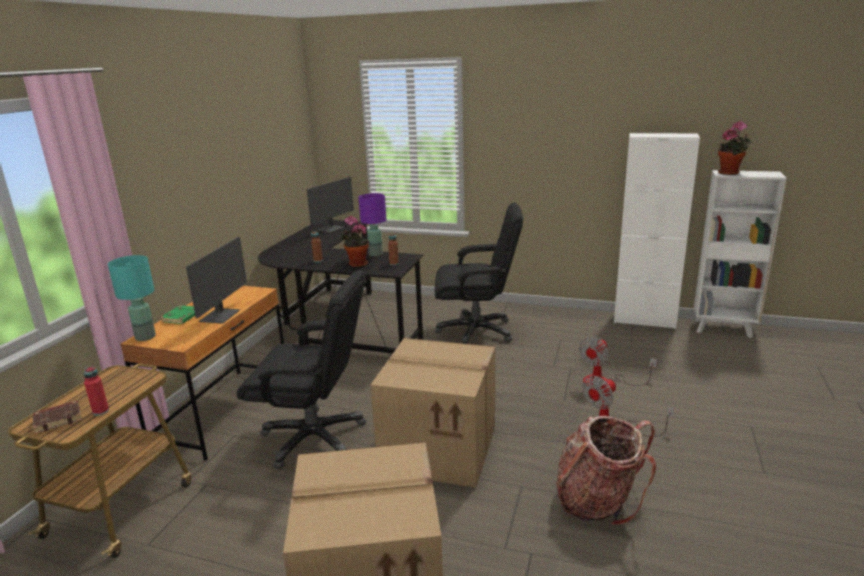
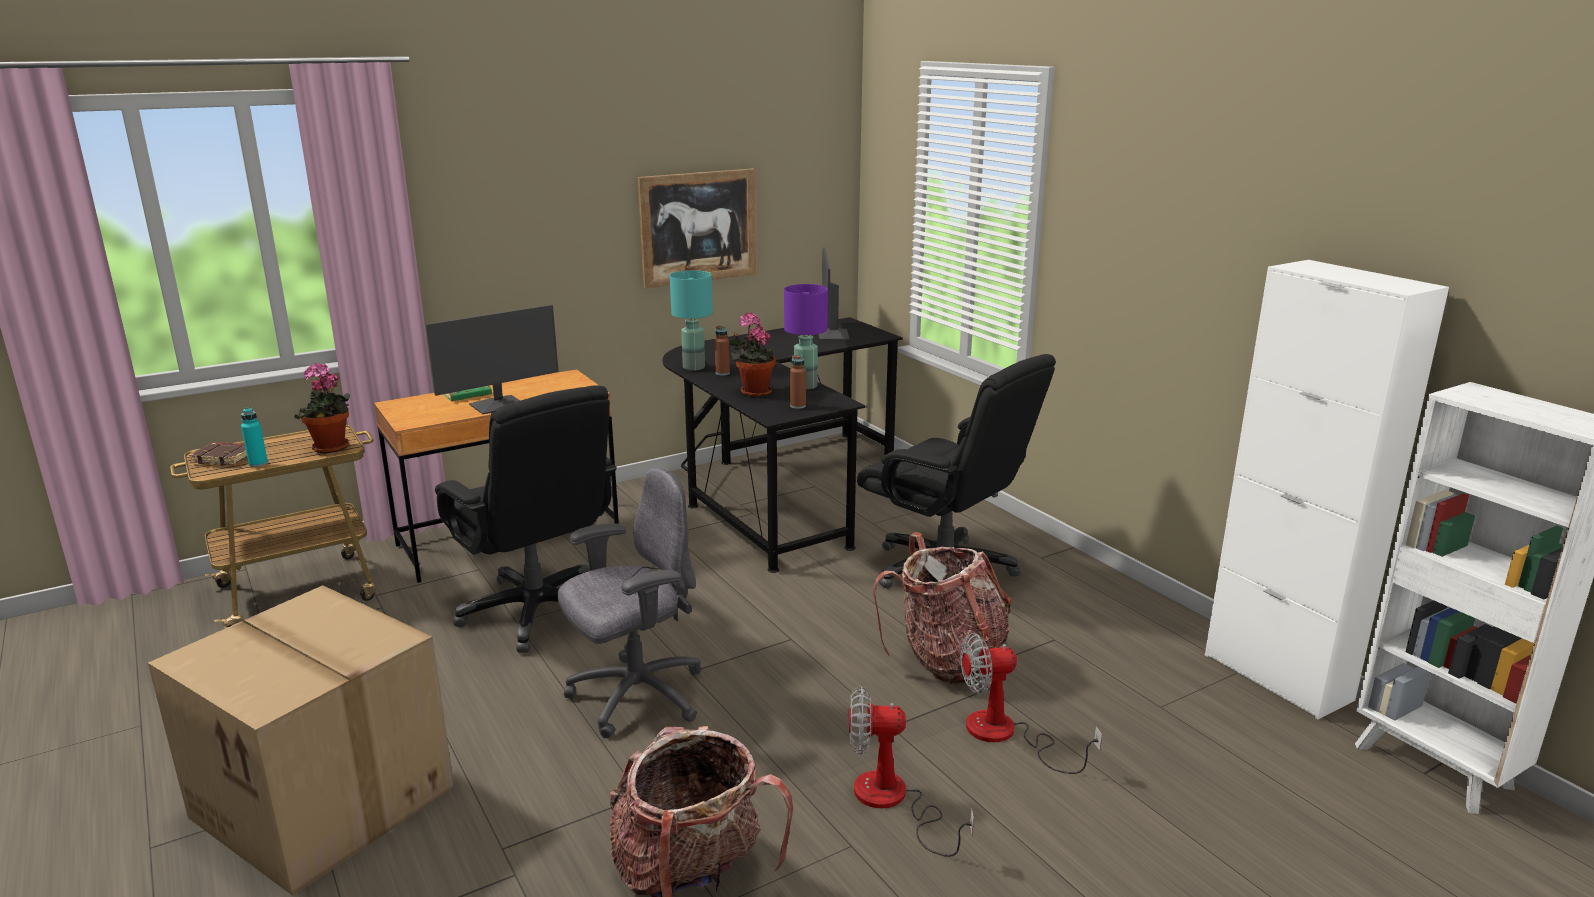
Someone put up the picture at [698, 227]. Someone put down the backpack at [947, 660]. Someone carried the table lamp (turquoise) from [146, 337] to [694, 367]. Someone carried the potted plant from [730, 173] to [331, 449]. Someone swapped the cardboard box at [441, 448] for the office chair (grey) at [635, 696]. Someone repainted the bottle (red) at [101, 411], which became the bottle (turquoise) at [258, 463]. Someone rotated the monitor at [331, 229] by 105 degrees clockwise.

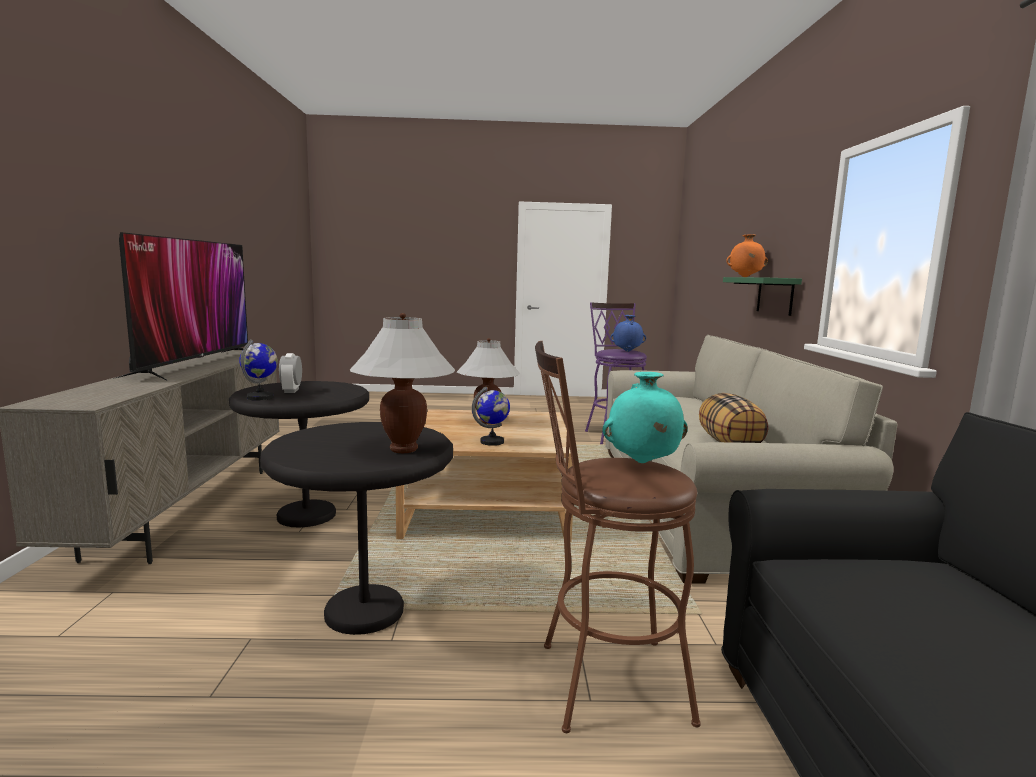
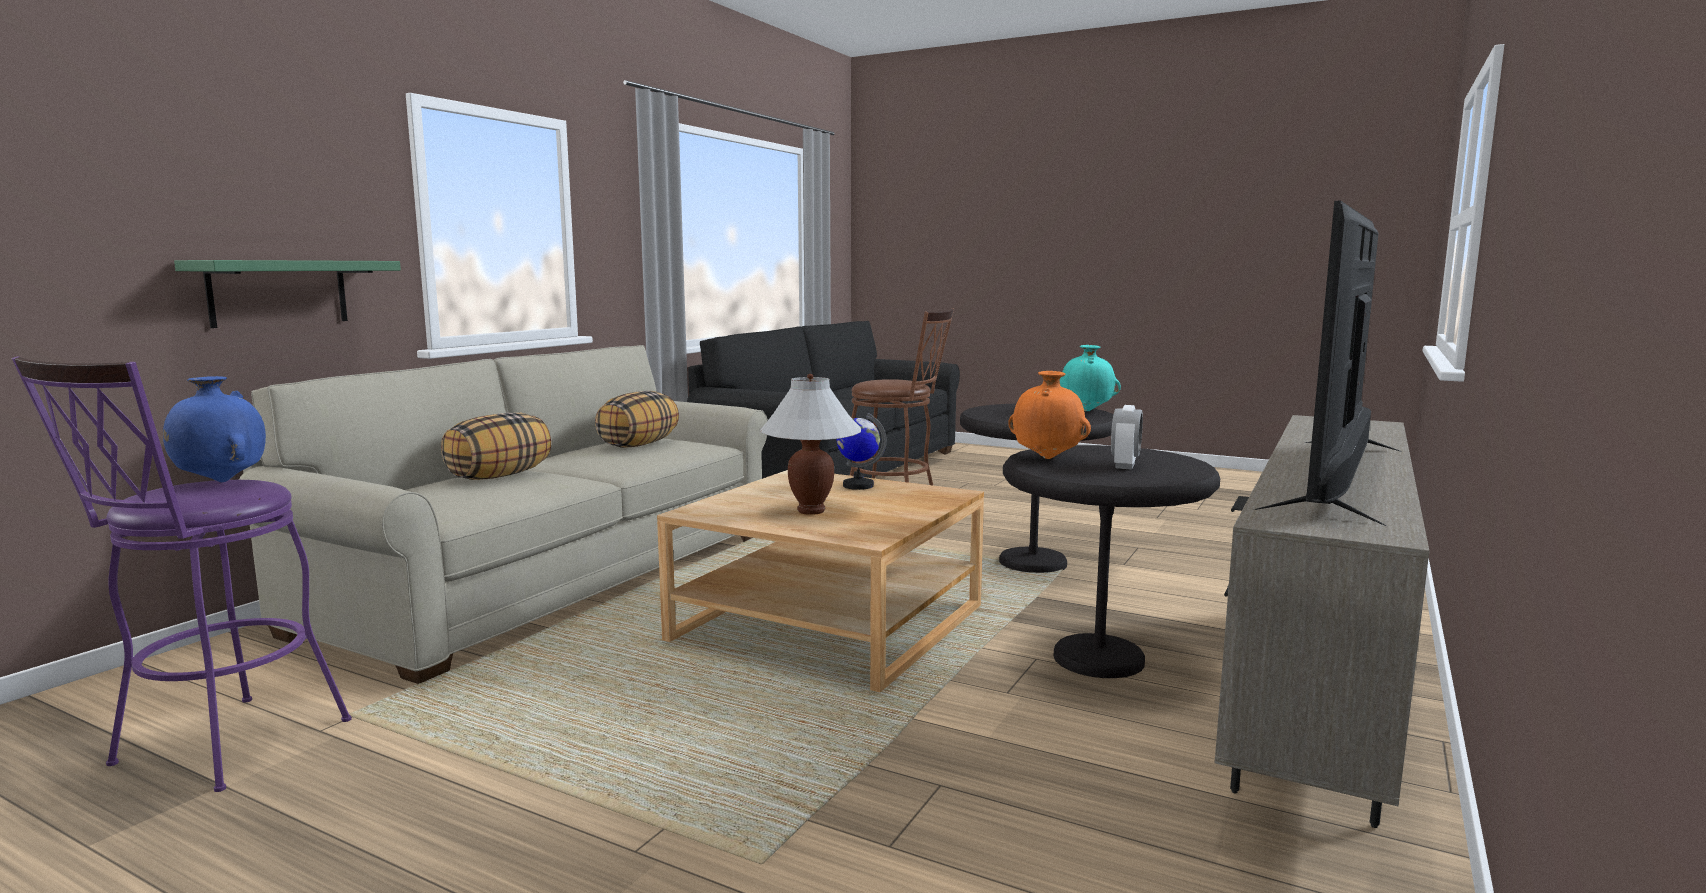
Someone took away the globe at [260, 397]. Someone took away the table lamp (white) at [403, 449]. Someone put down the pillow at [499, 476]. Someone carried the vase (turquoise) from [642, 463] to [1086, 411]. Someone carried the vase (orange) from [745, 277] to [1048, 458].

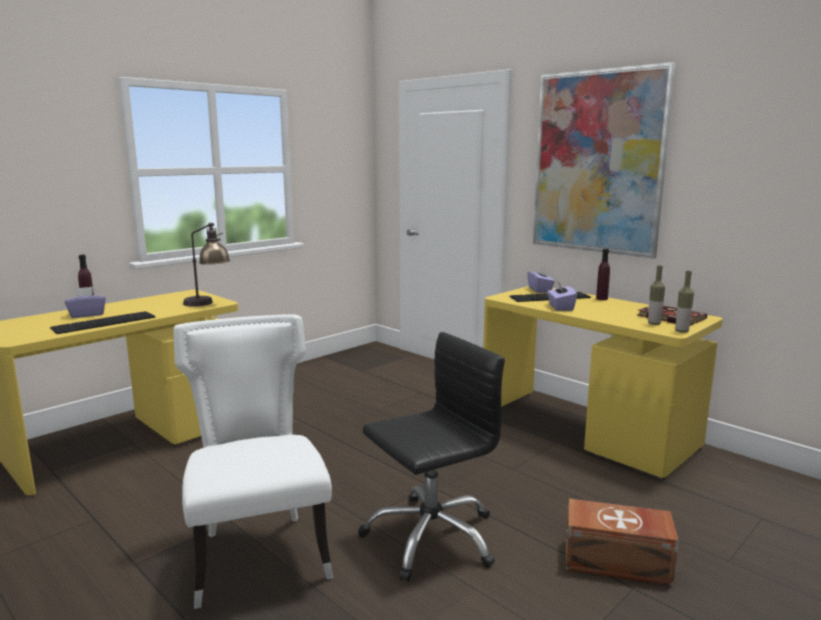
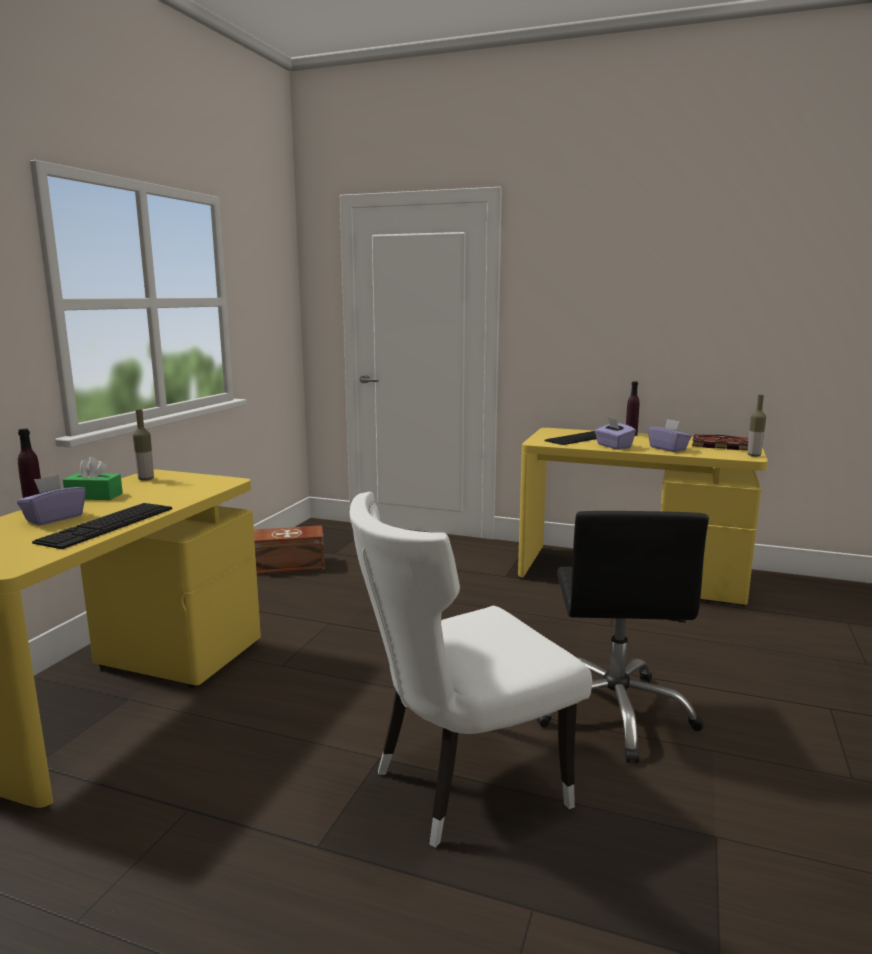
Someone took away the table lamp at [208, 303]. Someone took away the picture at [597, 162]. Someone put down the tissue box (green) at [94, 496]. Someone carried the tissue box (purple) from [540, 290] to [668, 448]. Someone carried the storage box (brown) from [618, 563] to [290, 565]. Someone carried the bottle from [654, 323] to [146, 479]. Someone rotated the chair (white) at [259, 554] by 75 degrees counterclockwise. Someone rotated the office chair (black) at [430, 537] by 150 degrees clockwise.

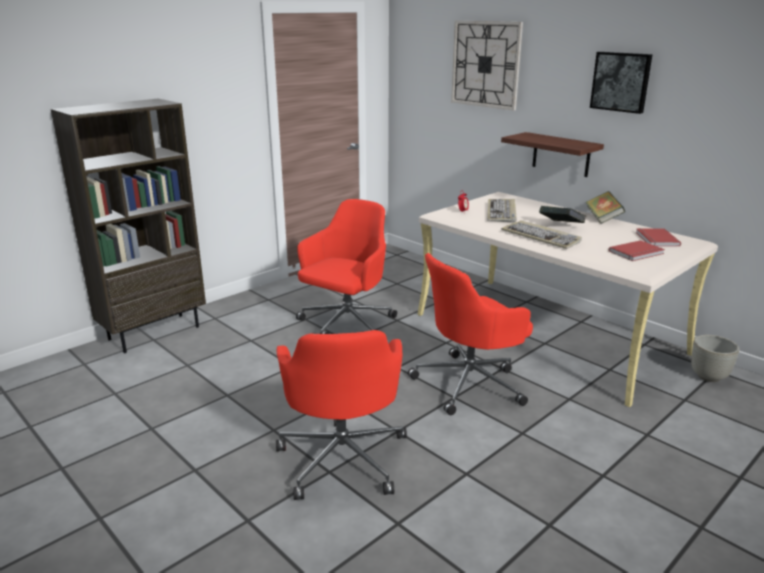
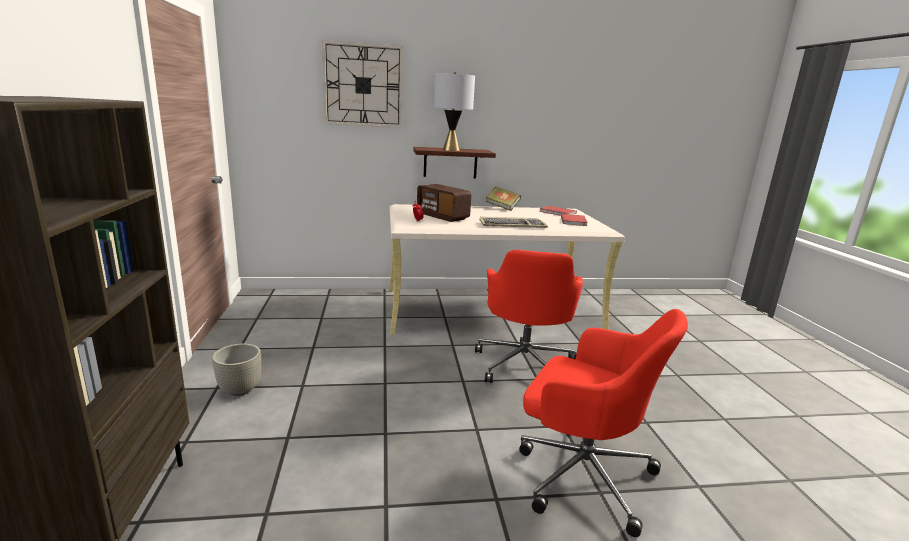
Someone took away the office chair (red) at [346, 323]. Someone took away the book at [561, 226]. Someone took away the picture at [621, 82]. Someone put down the table lamp (grey) at [451, 150]. Someone carried the planter (grey) from [709, 377] to [240, 390]. Someone swapped the keyboard at [502, 212] for the radio at [442, 216].

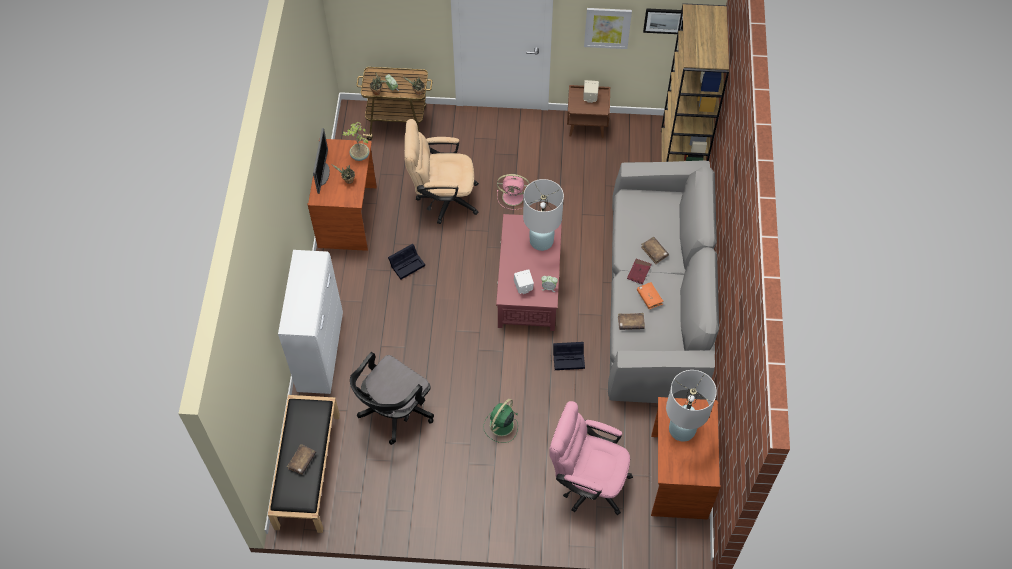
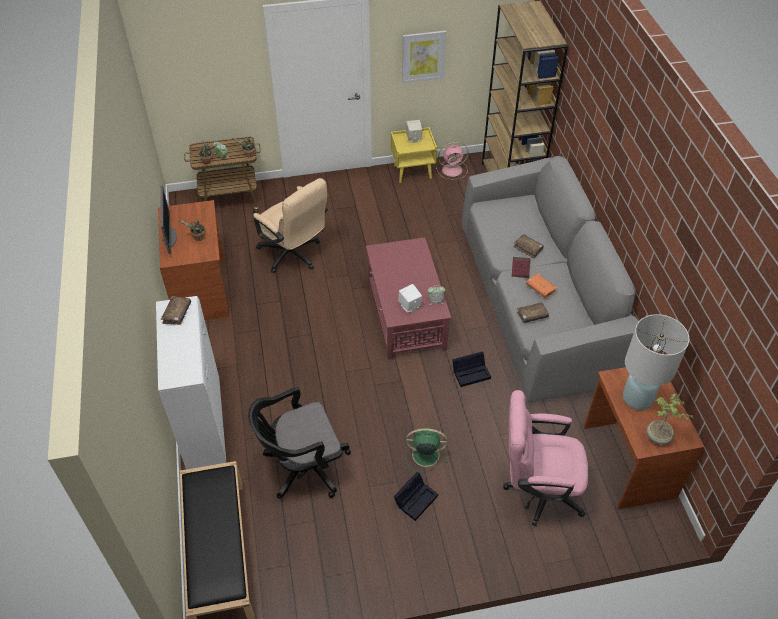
Someone took away the table lamp (white) at [541, 241]. Someone took away the picture at [664, 20]. Someone carried the book (brown) from [302, 461] to [177, 313]. Someone carried the potted plant from [359, 156] to [658, 437]. Someone carried the storage box (black) from [407, 264] to [416, 499]. Someone carried the fan (pink) from [514, 196] to [453, 170]. Someone repainted the nightstand (brown) at [587, 125], which became the nightstand (yellow) at [413, 171]. Someone rotated the office chair (black) at [393, 412] by 45 degrees clockwise. Someone rotated the office chair (beige) at [442, 198] by 120 degrees counterclockwise. Someone rotated the fan (green) at [501, 426] by 75 degrees clockwise.

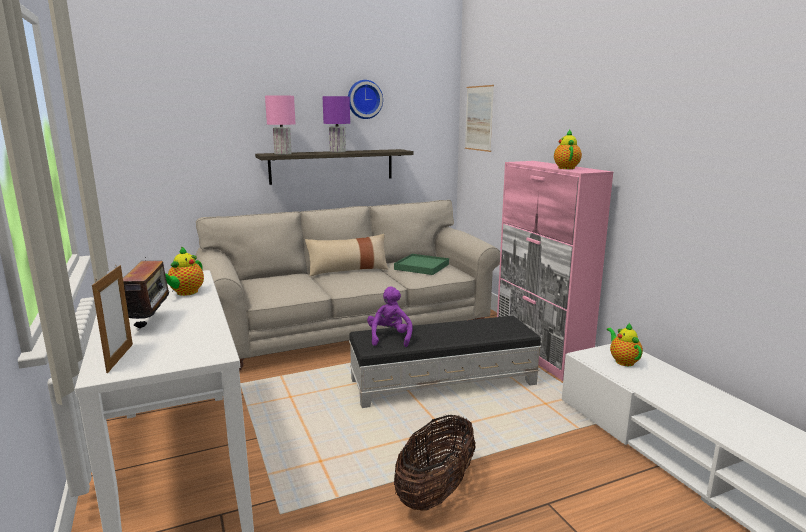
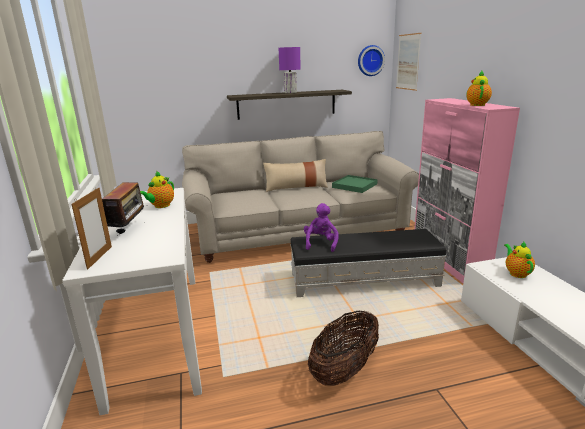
Someone took away the table lamp (pink) at [282, 154]. Someone carried the wall clock from [364, 99] to [370, 60].

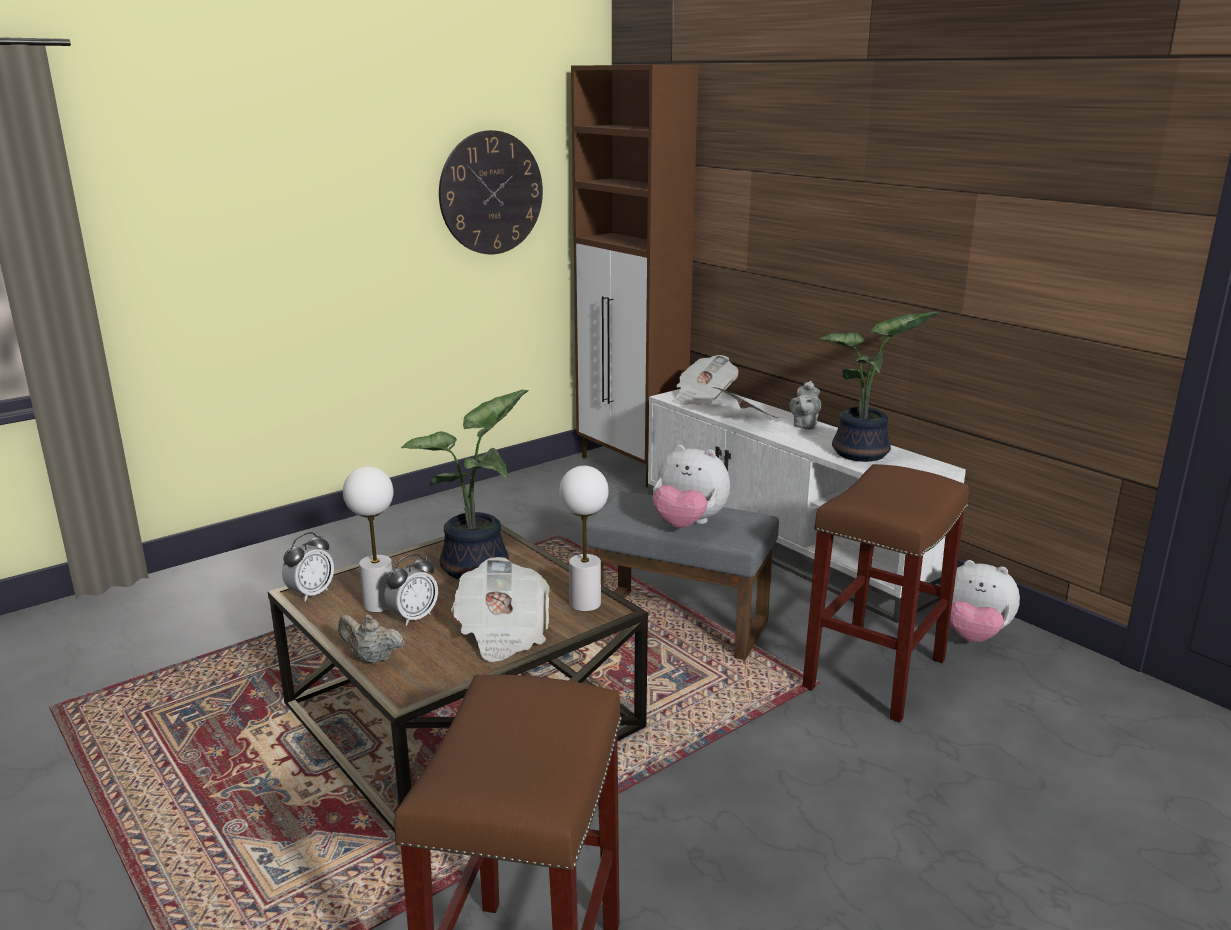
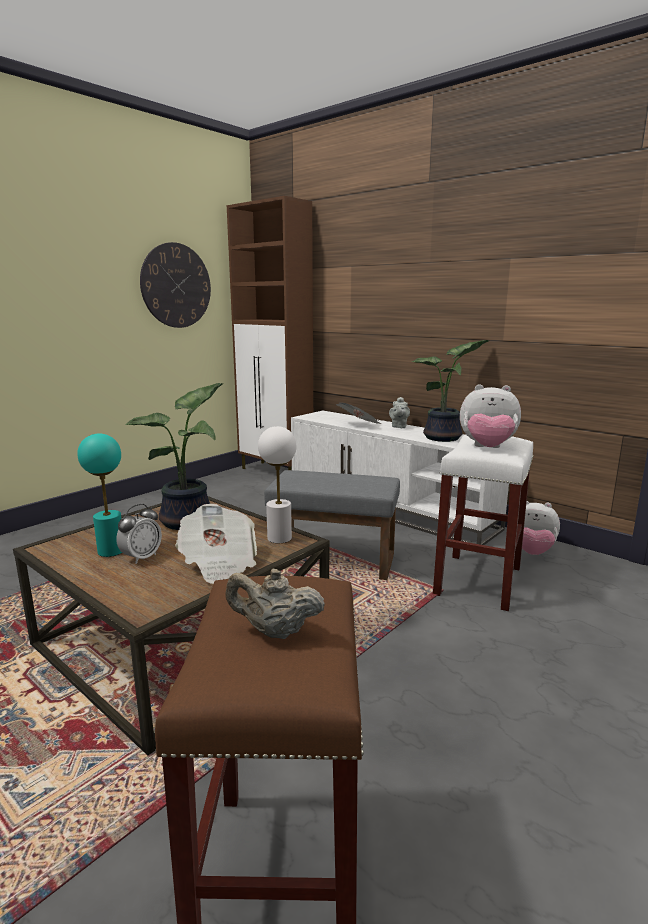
Someone took away the alarm clock at [311, 593]. Someone took away the newspaper at [703, 398]. Someone carried the teapot (beige) from [372, 658] to [275, 631]. Someone carried the plush toy from [688, 524] to [487, 448]. Someone repainted the table lamp (white) at [379, 604], which became the table lamp (turquoise) at [111, 551]. Someone repainted the stool (brown) at [875, 675], which became the stool (white) at [478, 581].

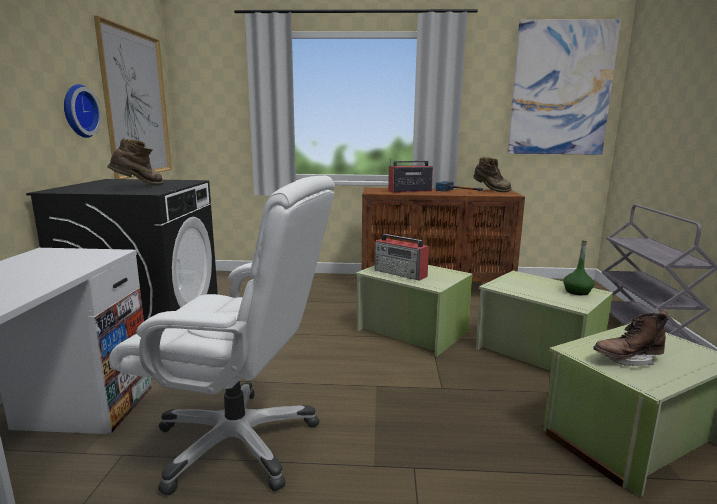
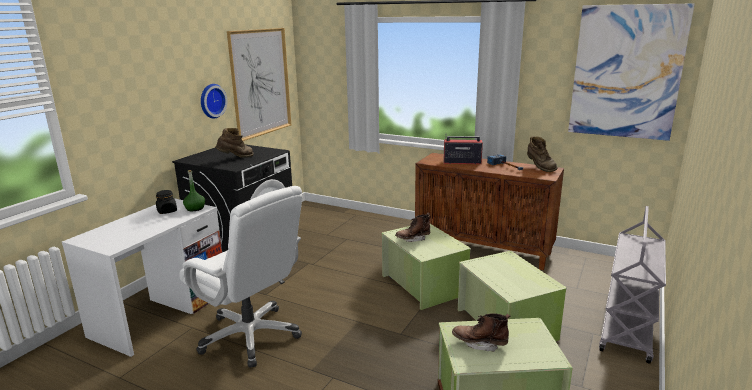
Someone put down the jar (black) at [167, 211]. Someone carried the bottle (green) from [577, 292] to [195, 208]. Someone swapped the radio at [401, 273] for the boot (brown) at [413, 239].

